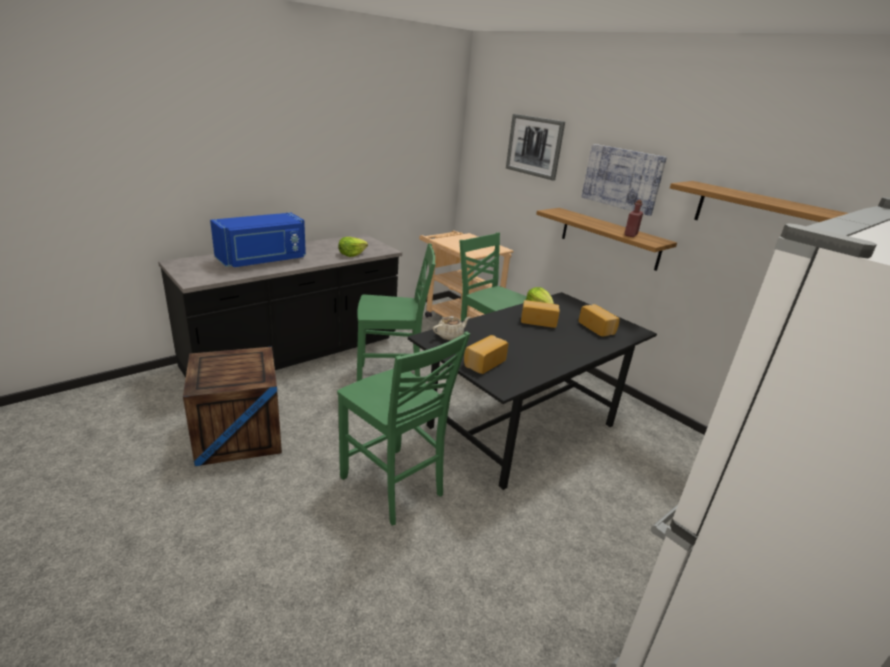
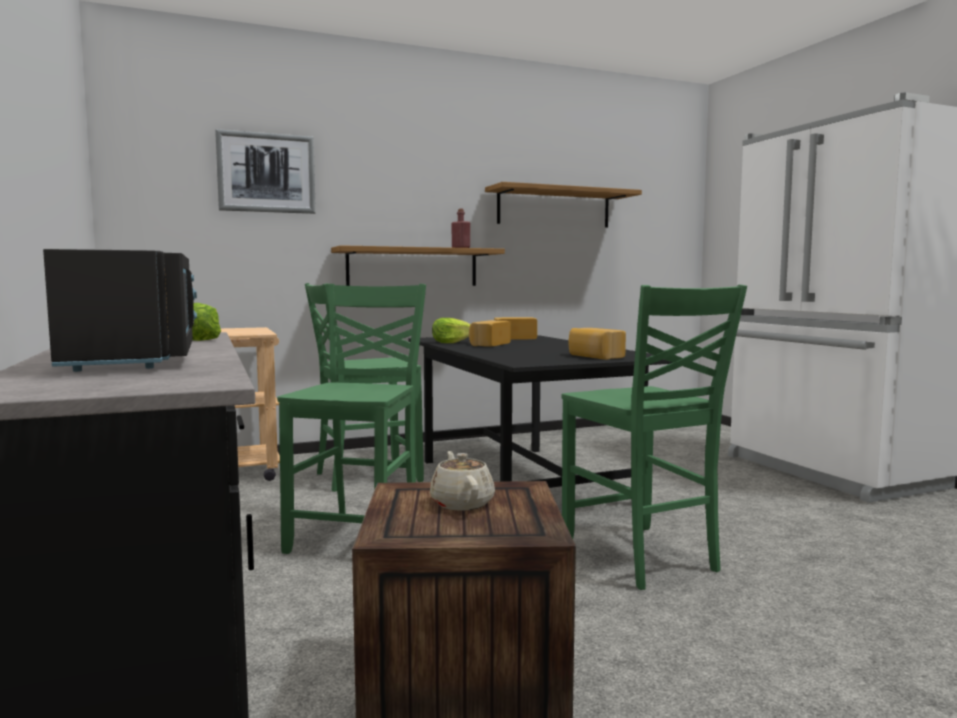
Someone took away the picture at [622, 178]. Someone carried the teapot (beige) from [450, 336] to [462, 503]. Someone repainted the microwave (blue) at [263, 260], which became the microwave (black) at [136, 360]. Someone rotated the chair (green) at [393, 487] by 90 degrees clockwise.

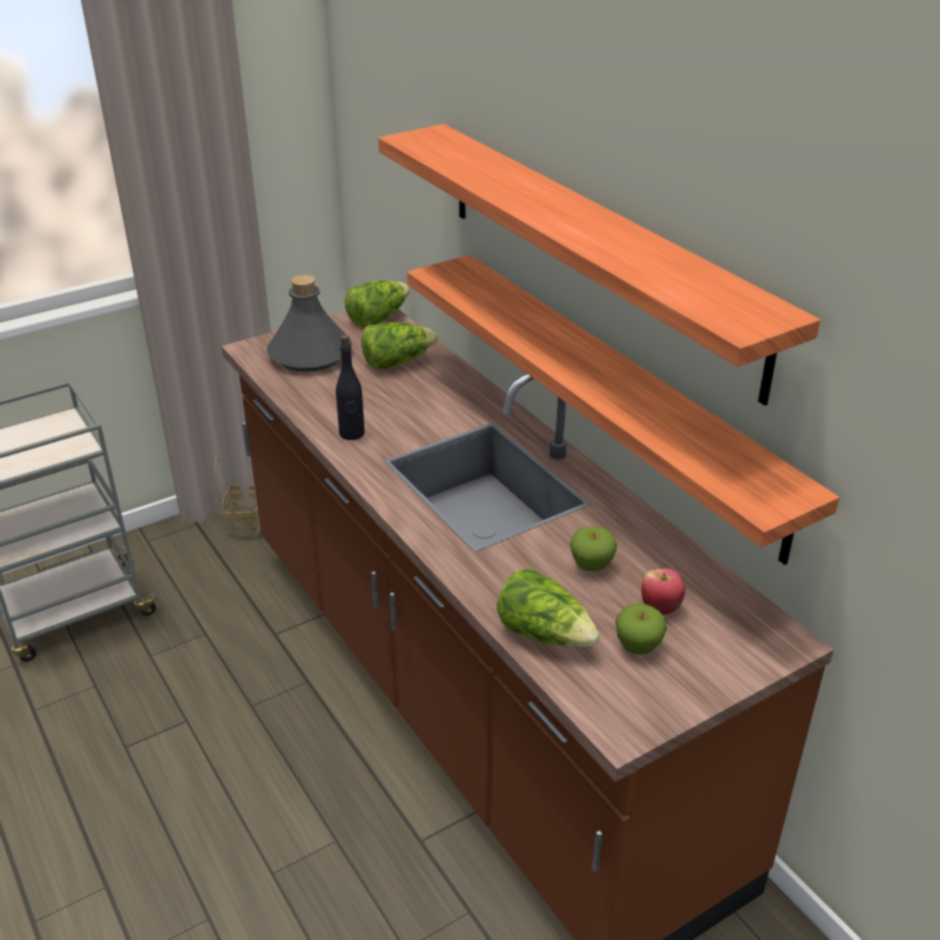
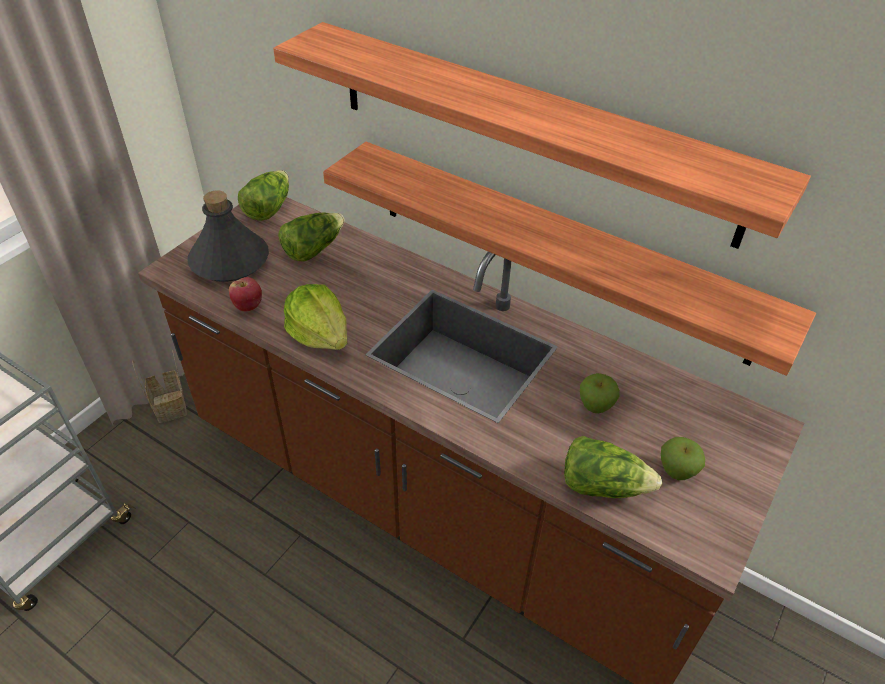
Someone carried the apple from [660, 608] to [248, 306]. Someone swapped the bottle (black) at [352, 433] for the lettuce at [320, 334].

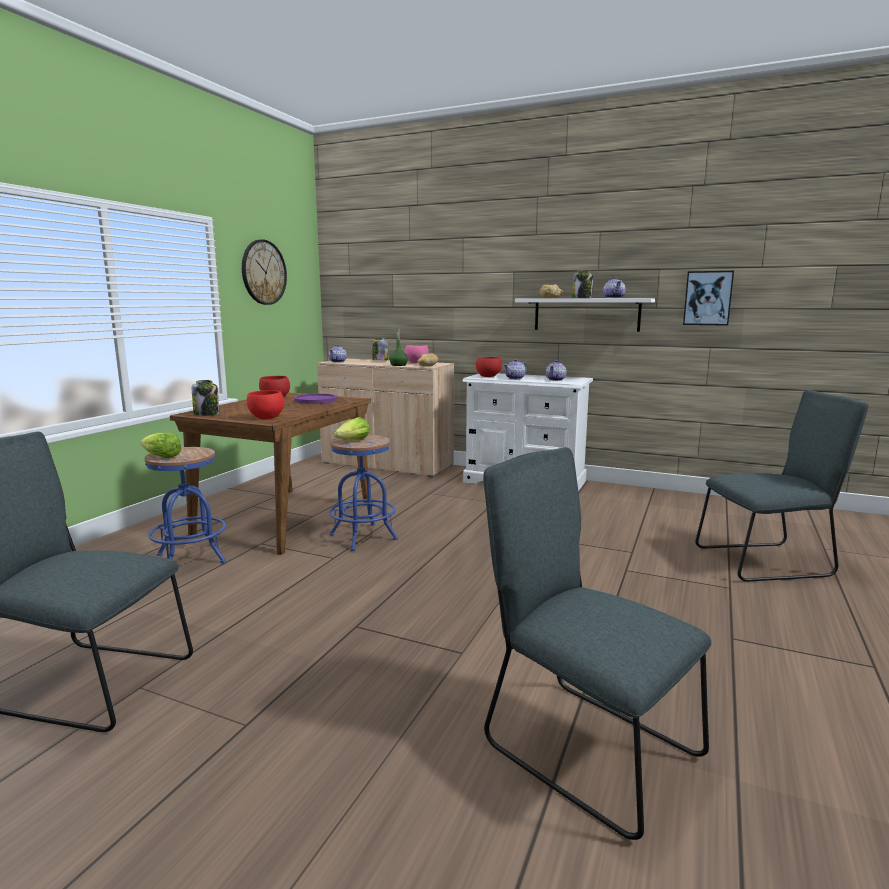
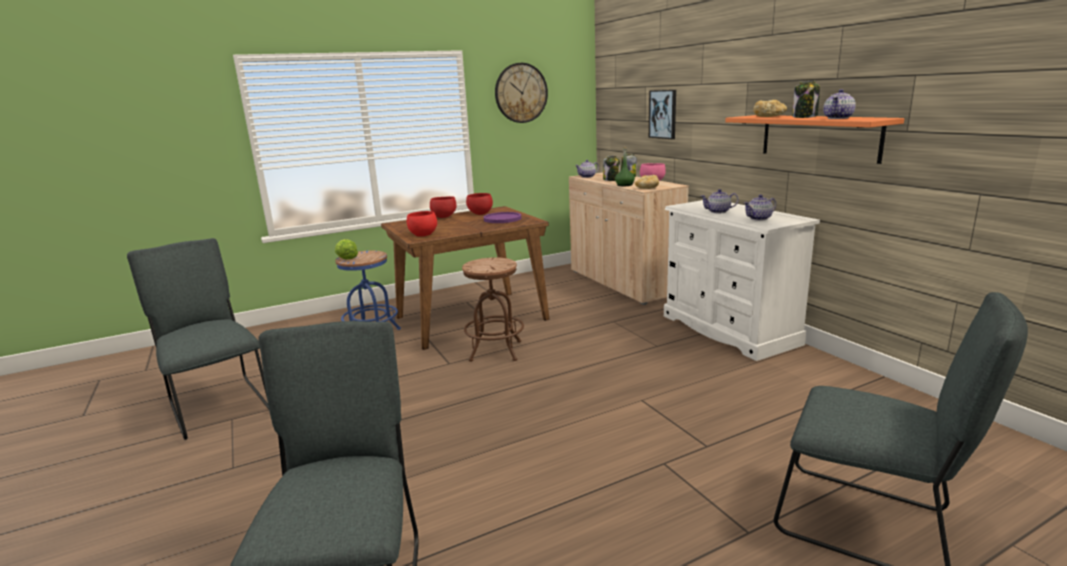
Someone took away the lettuce at [353, 441]. Someone carried the jar from [207, 414] to [611, 179]. Someone carried the bowl (red) from [487, 376] to [444, 217]. Someone carried the picture from [707, 298] to [663, 114]. Someone repainted the stool (blue) at [363, 537], which became the stool (brown) at [495, 351]. Someone repainted the shelf (white) at [586, 314], which became the shelf (orange) at [819, 137].

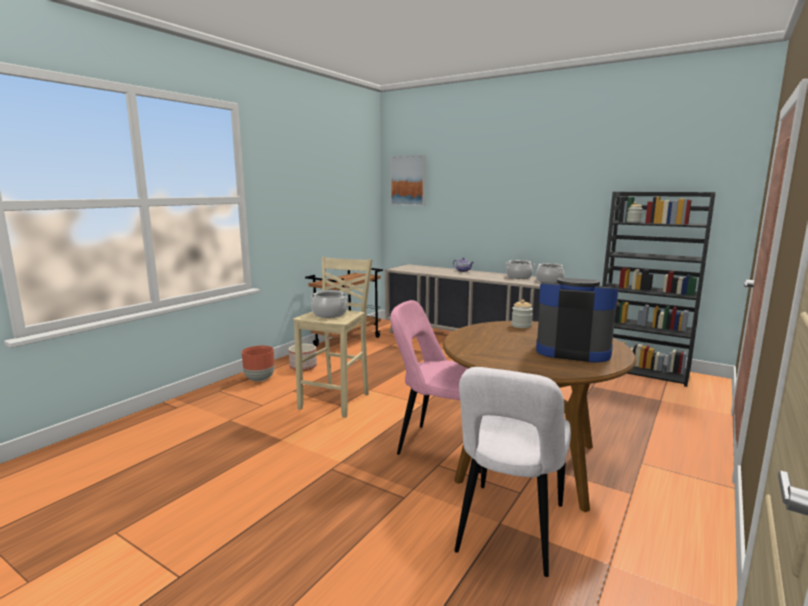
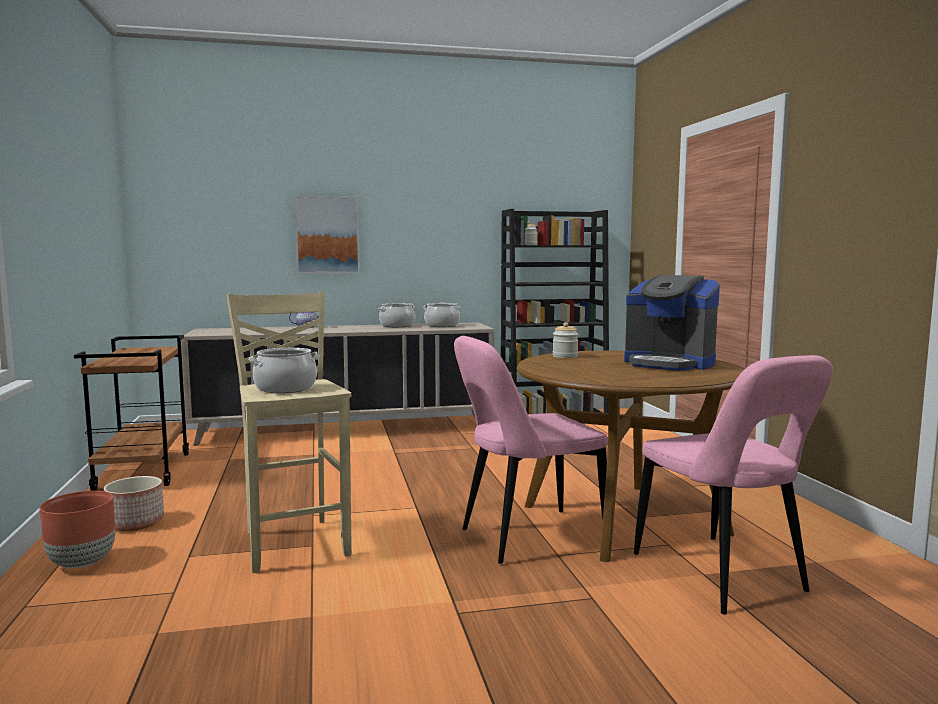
Someone carried the picture from [408, 180] to [327, 235]. Someone repainted the chair (white) at [509, 531], which became the chair (pink) at [723, 576]. Someone rotated the coffee machine at [572, 350] by 120 degrees counterclockwise.

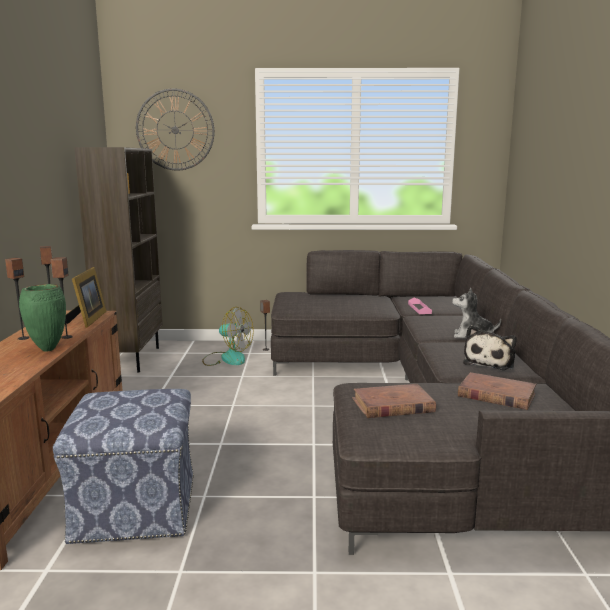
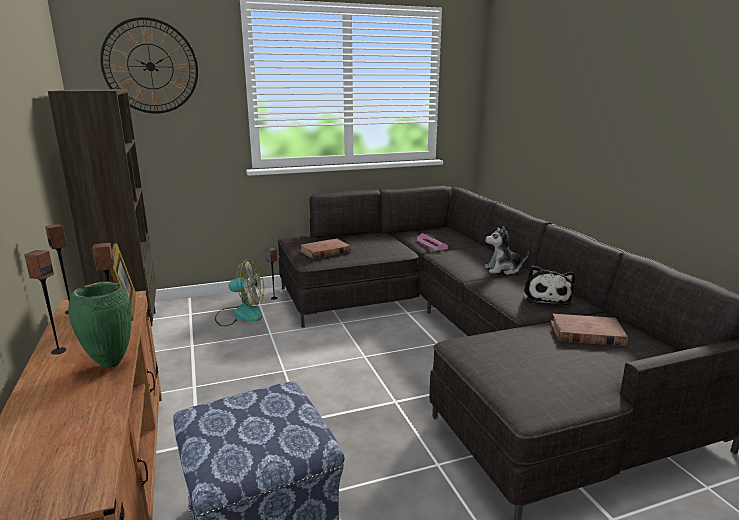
Someone carried the book (brown) from [392, 405] to [325, 251].

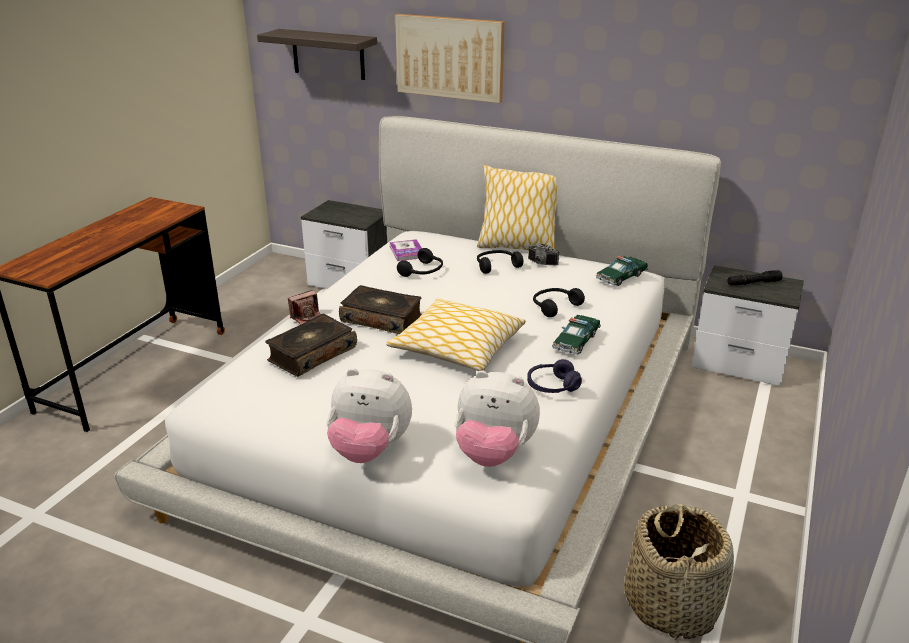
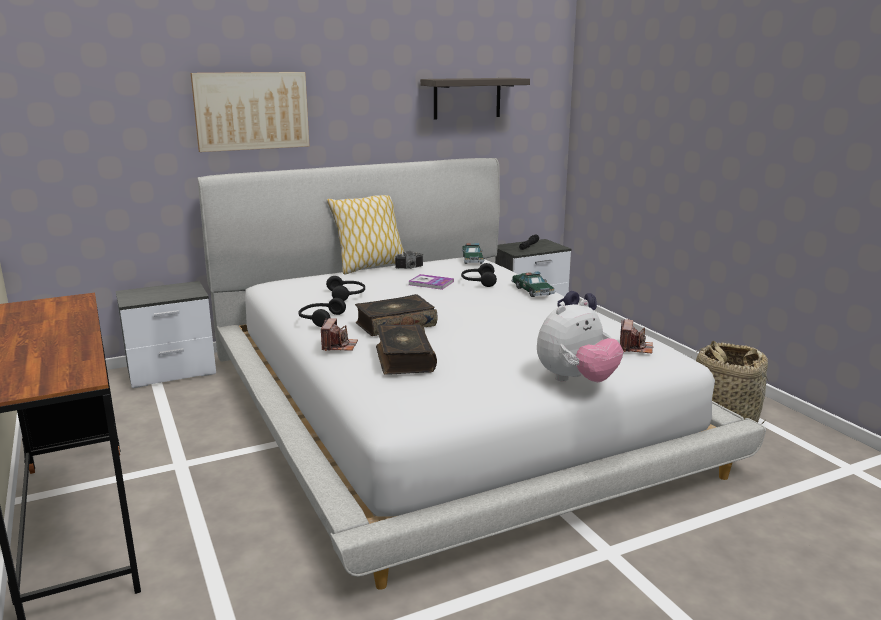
Someone took away the pillow at [457, 347]. Someone carried the shelf from [328, 54] to [467, 98]. Someone carried the book from [407, 251] to [430, 283]. Someone carried the headphones (black) from [496, 266] to [319, 319]. Someone swapped the plush toy at [494, 454] for the photo camera at [635, 348].

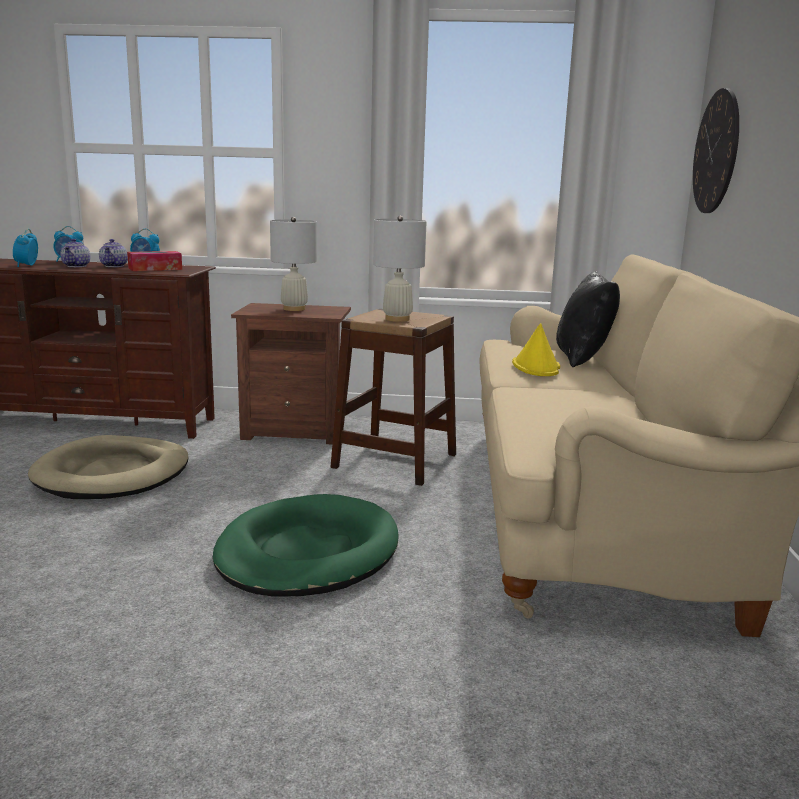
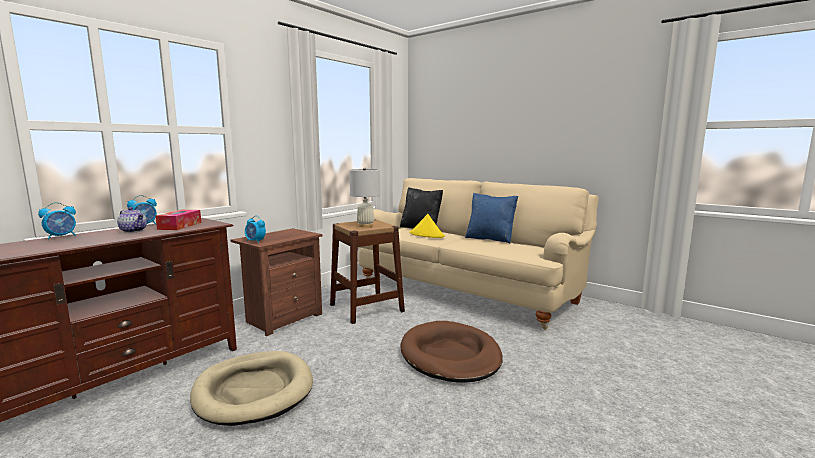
Someone took away the teapot at [77, 266]. Someone took away the table lamp (white) at [294, 309]. Someone took away the wall clock at [716, 152]. Someone put down the pillow (blue) at [490, 239]. Someone carried the alarm clock from [27, 266] to [255, 241]. Someone repainted the dog bed (green) at [307, 553], which became the dog bed (brown) at [450, 355].

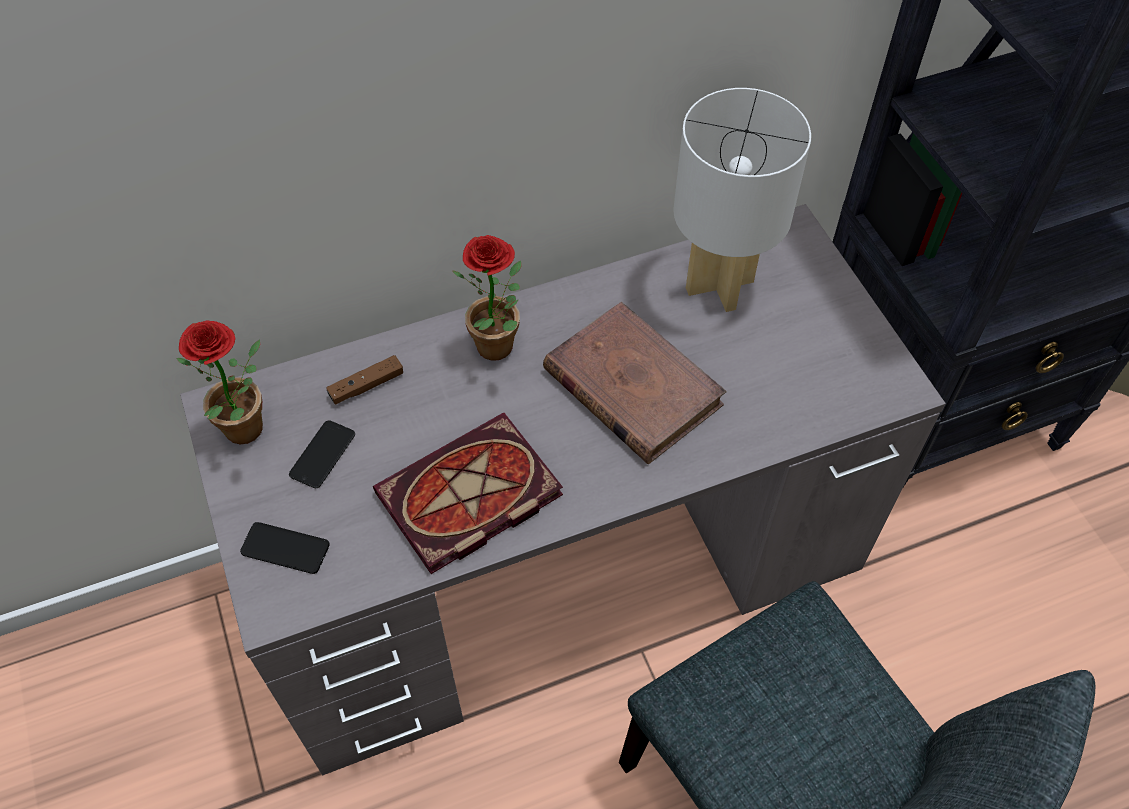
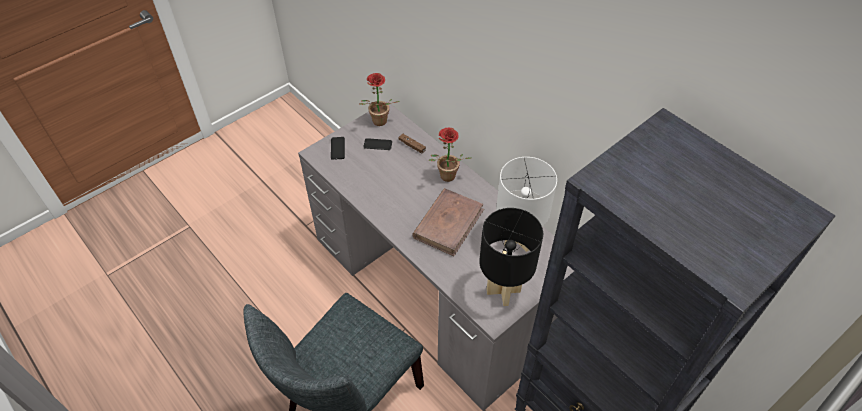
Someone took away the book at [467, 499]. Someone put down the table lamp (black) at [504, 291].

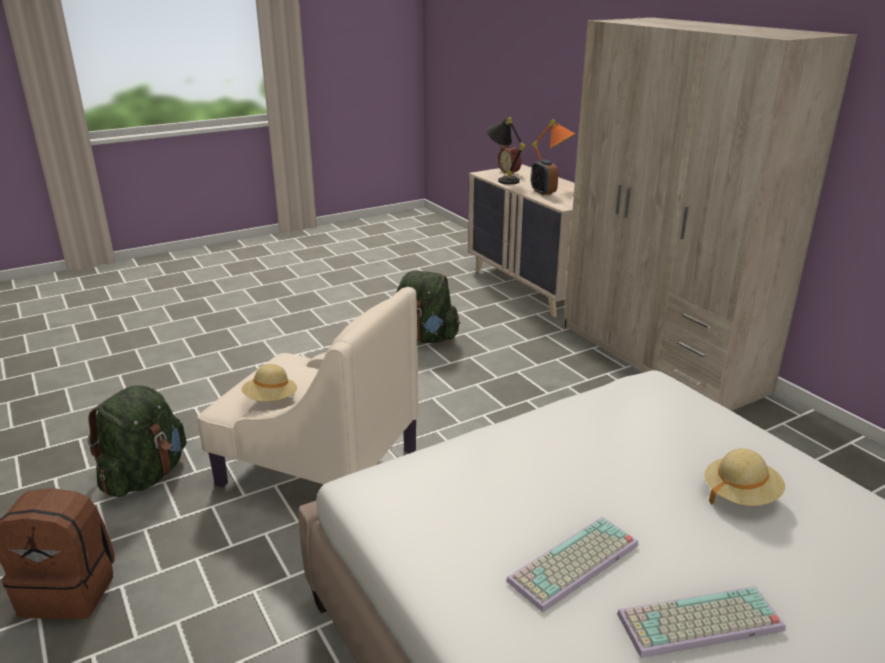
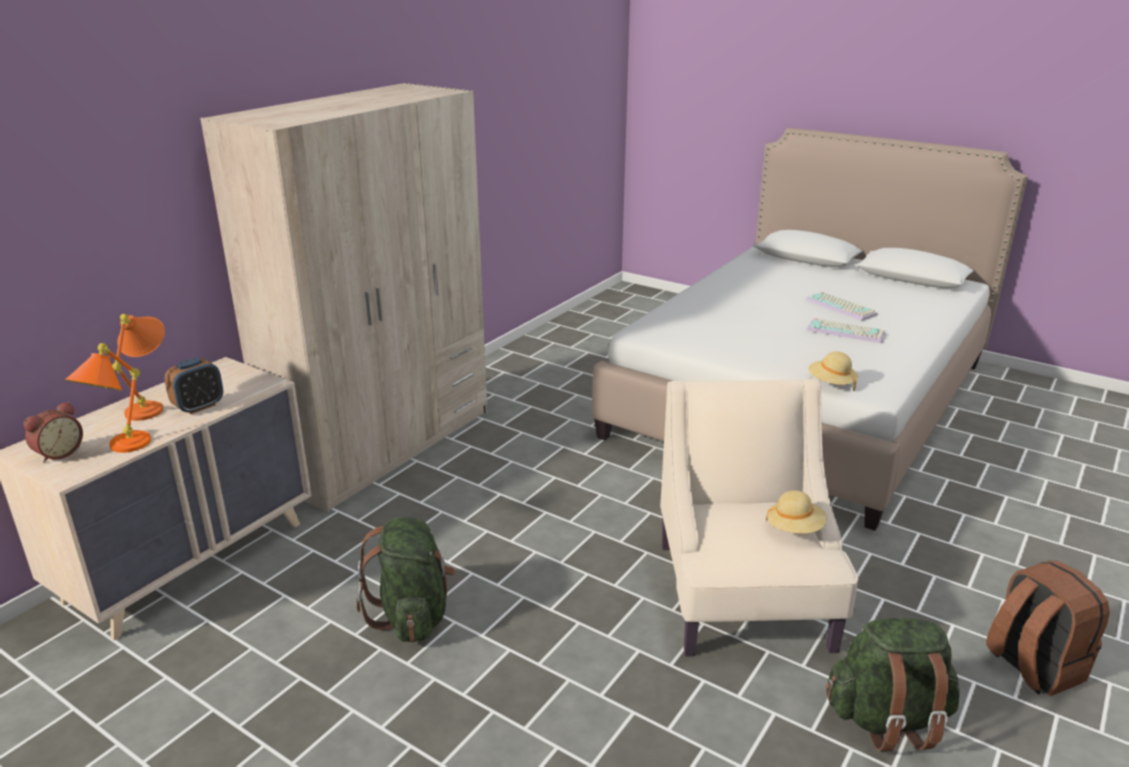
Someone carried the hat (beige) from [740, 495] to [831, 383]. Someone repainted the table lamp (black) at [502, 180], which became the table lamp (orange) at [119, 450].

